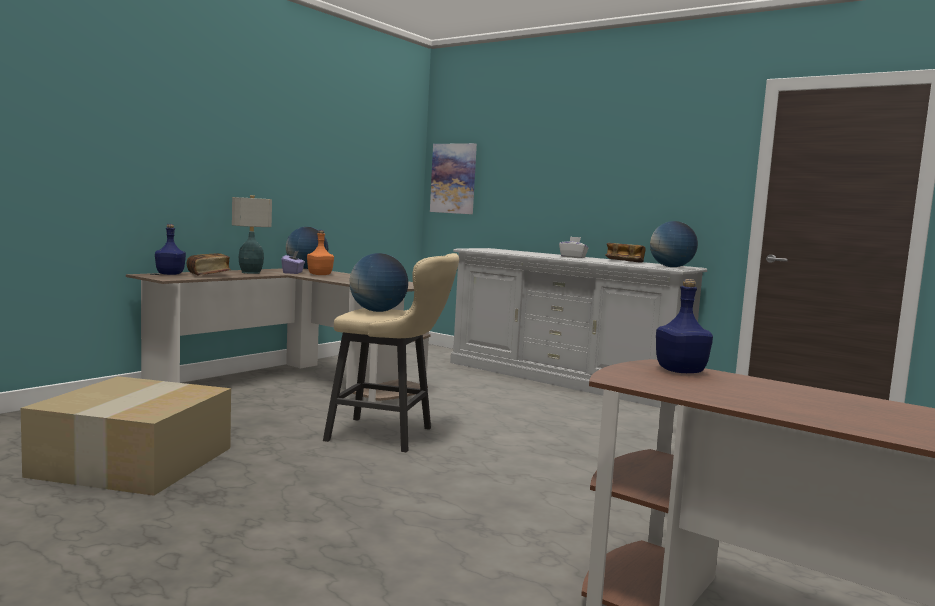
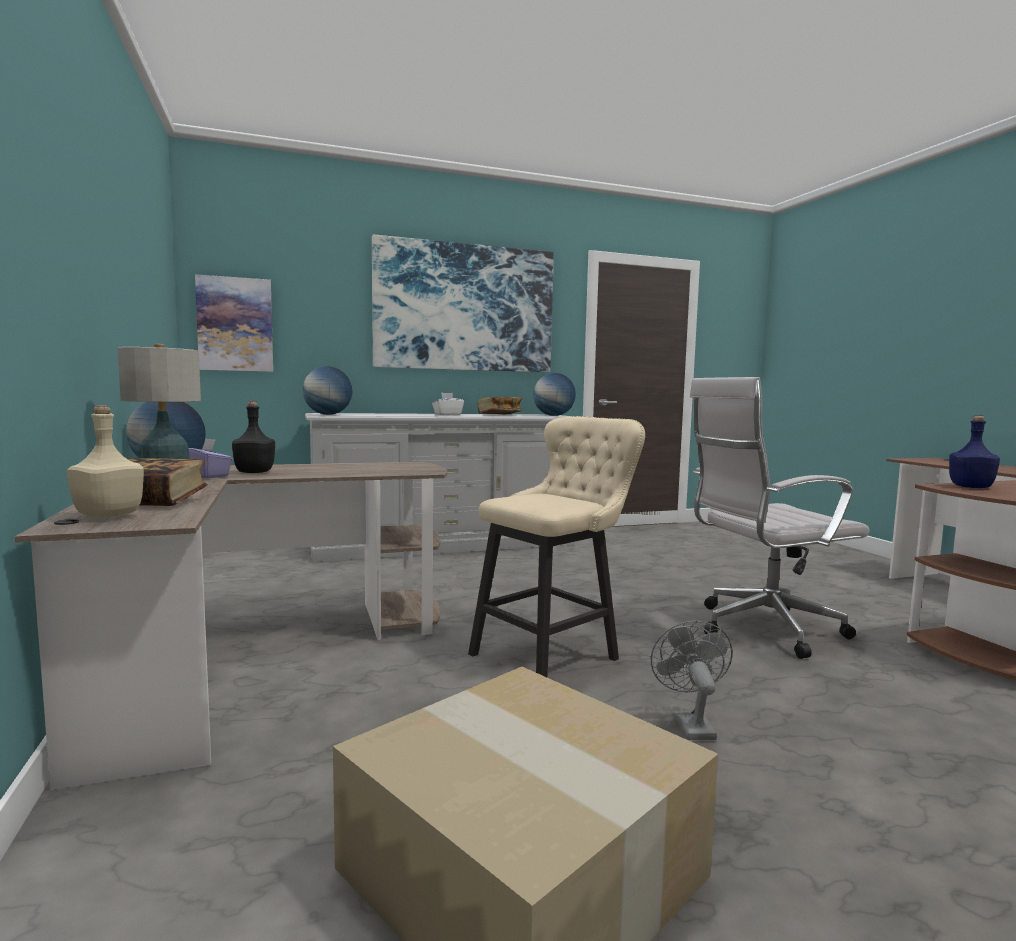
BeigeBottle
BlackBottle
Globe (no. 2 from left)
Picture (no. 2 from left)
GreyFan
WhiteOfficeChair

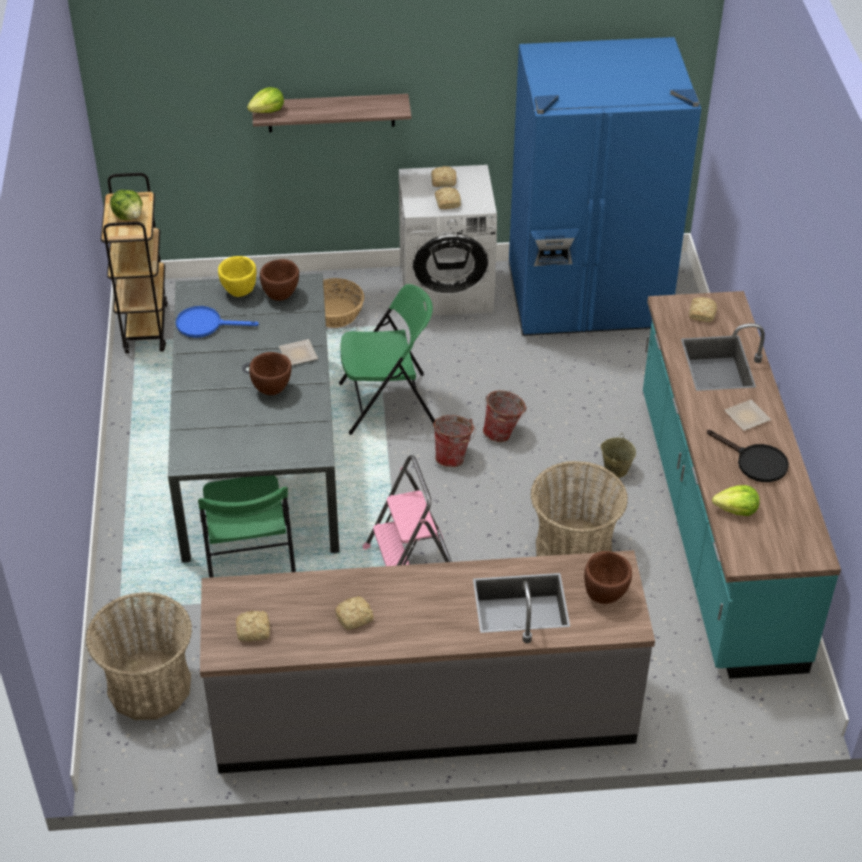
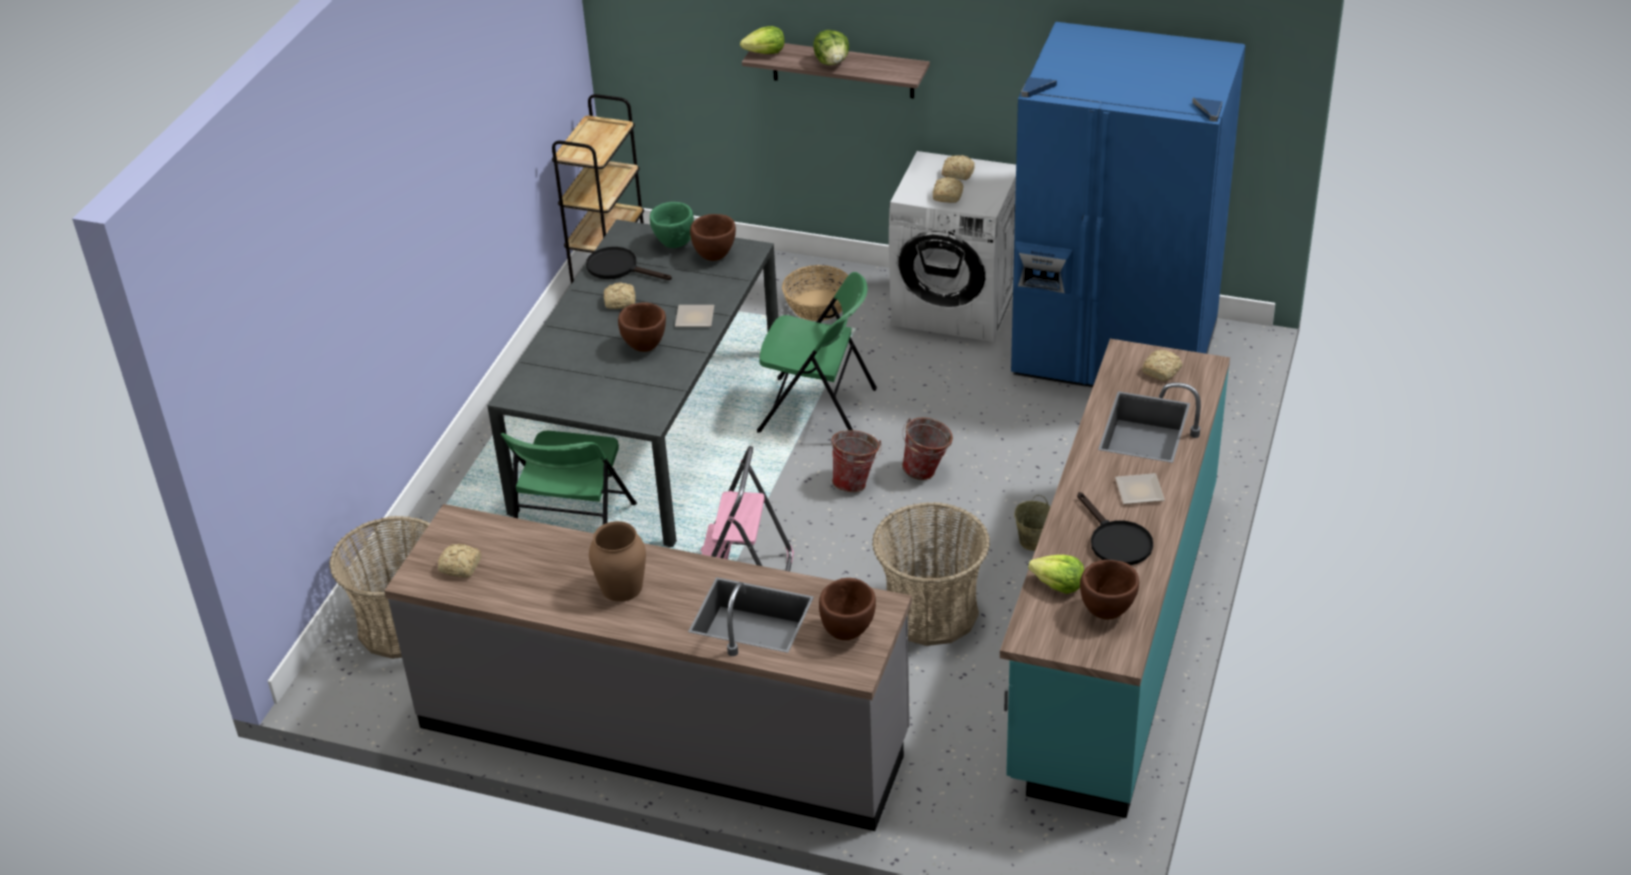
BlackFryingPan (no. 1 from left)
BrownVase
Bread (no. 2 from left)
GreenBowl
Lettuce (no. 2 from left)
BrownBowl (no. 4 from left)

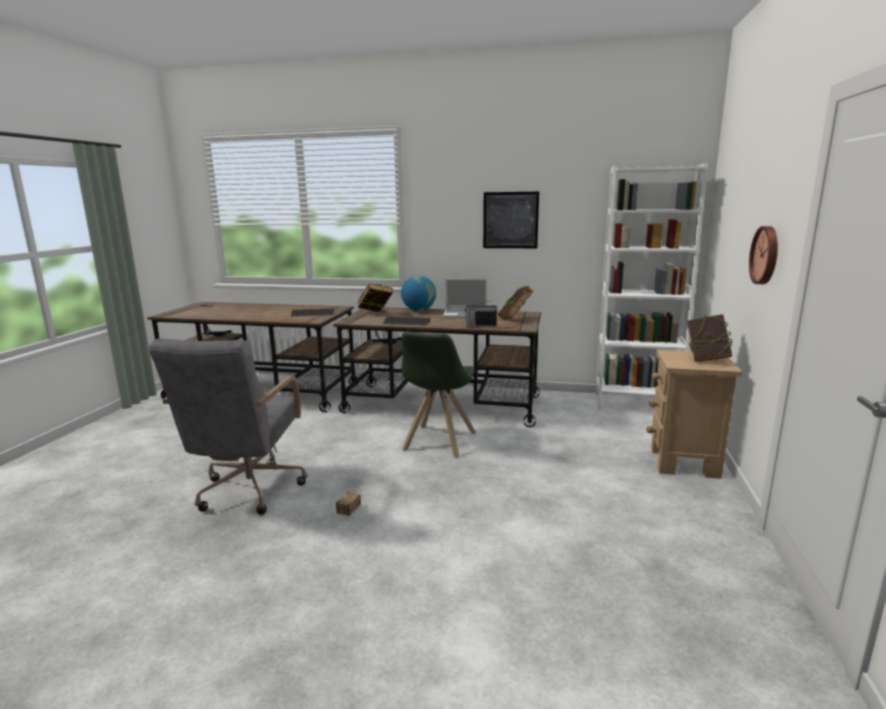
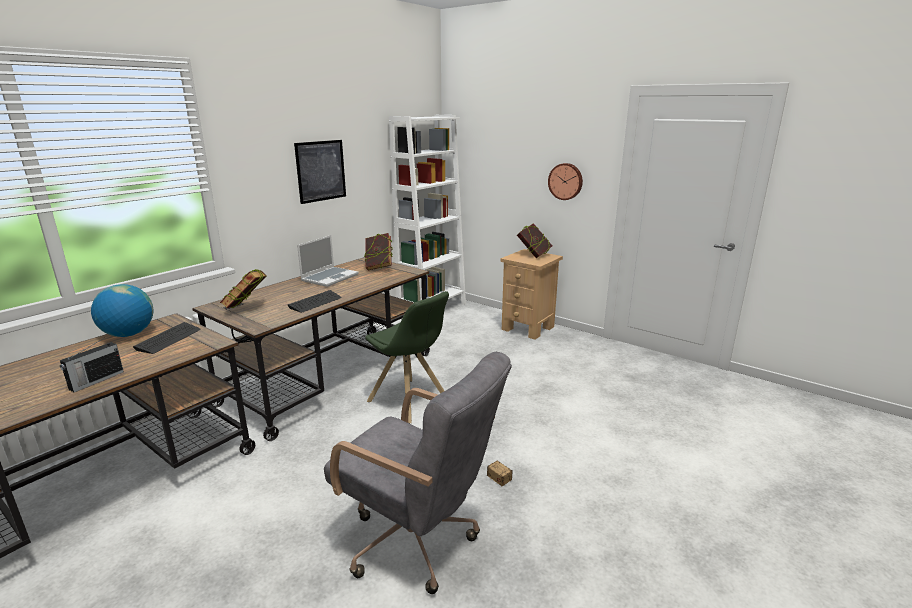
Radio
Globe

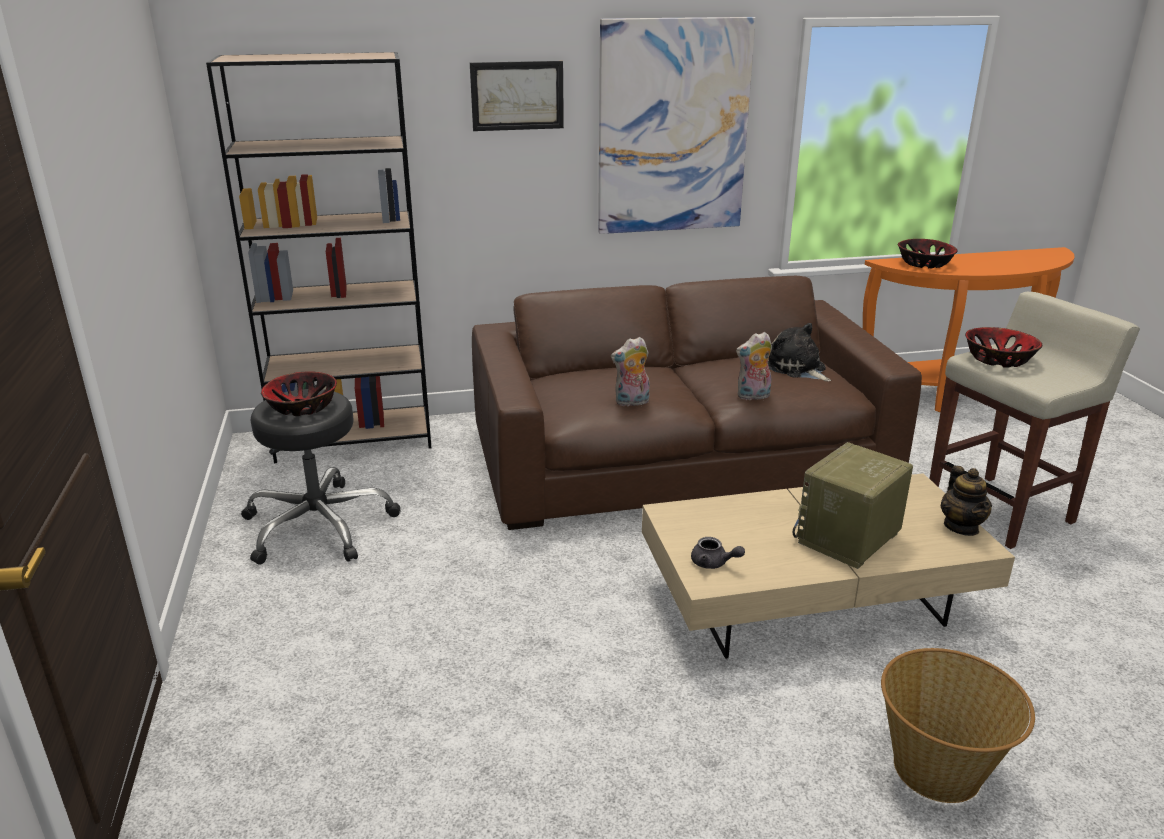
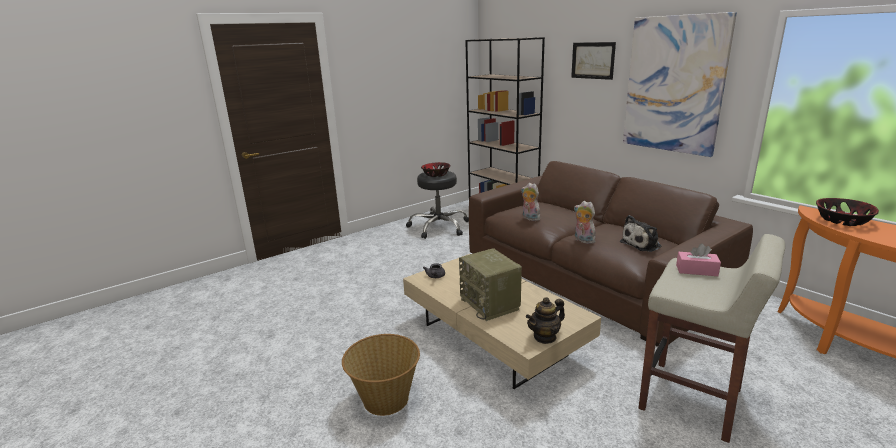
Radio
PlushToy (no. 3 from left)
PinkTissueBox

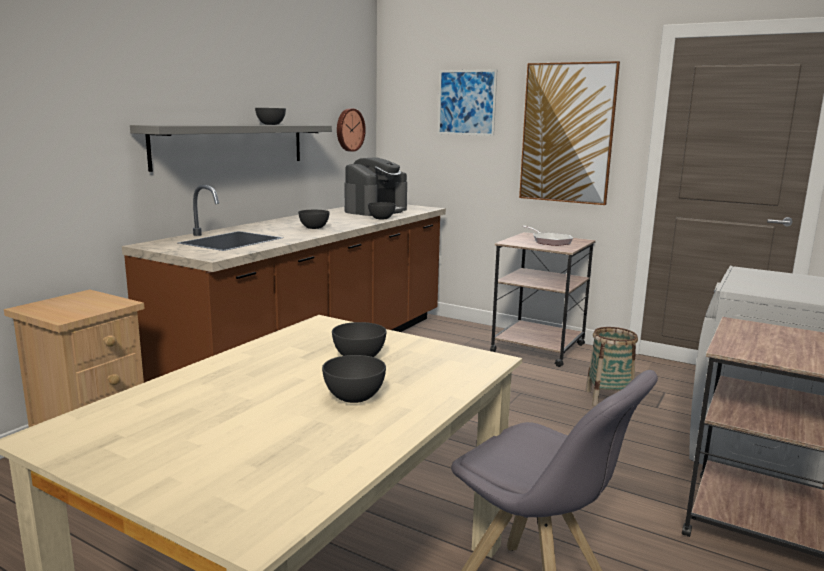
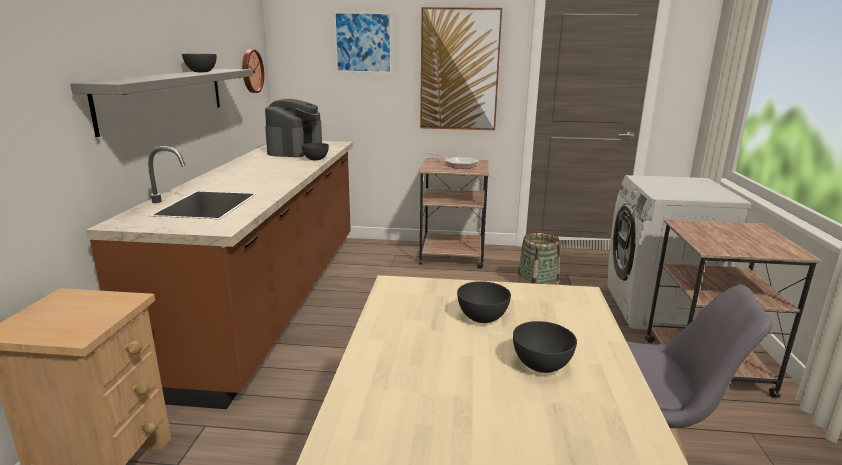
GreyBowl (no. 2 from left in the first image)

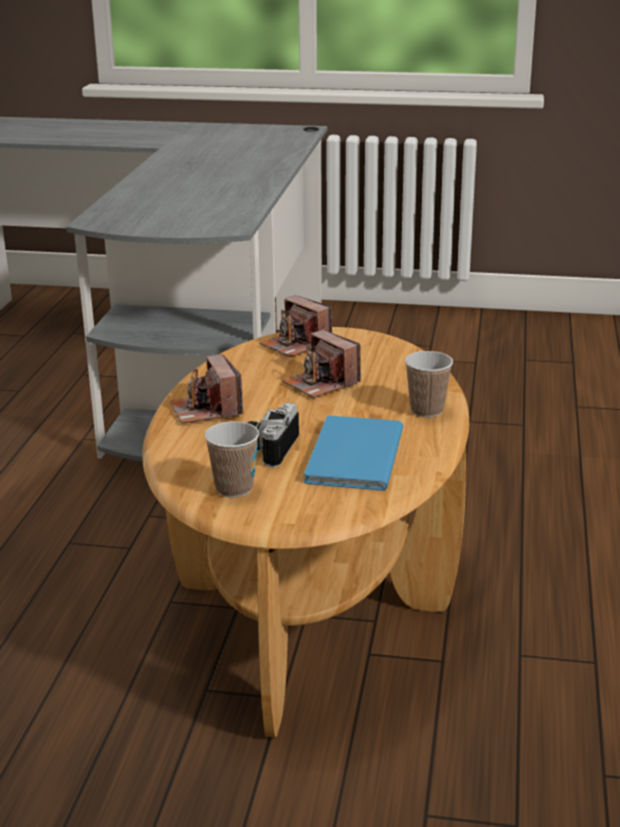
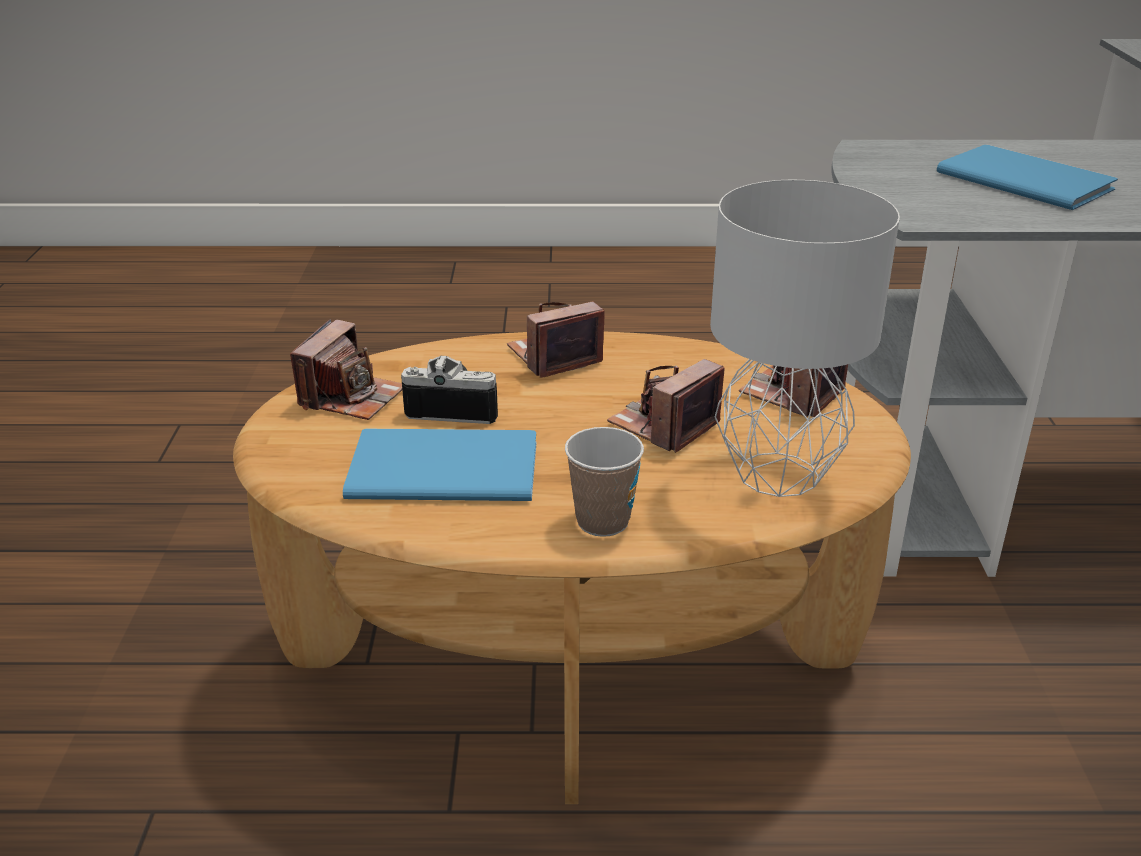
PhotoCamera (no. 1 from left)
GreyTableLamp
BlueBook (no. 2 from left)

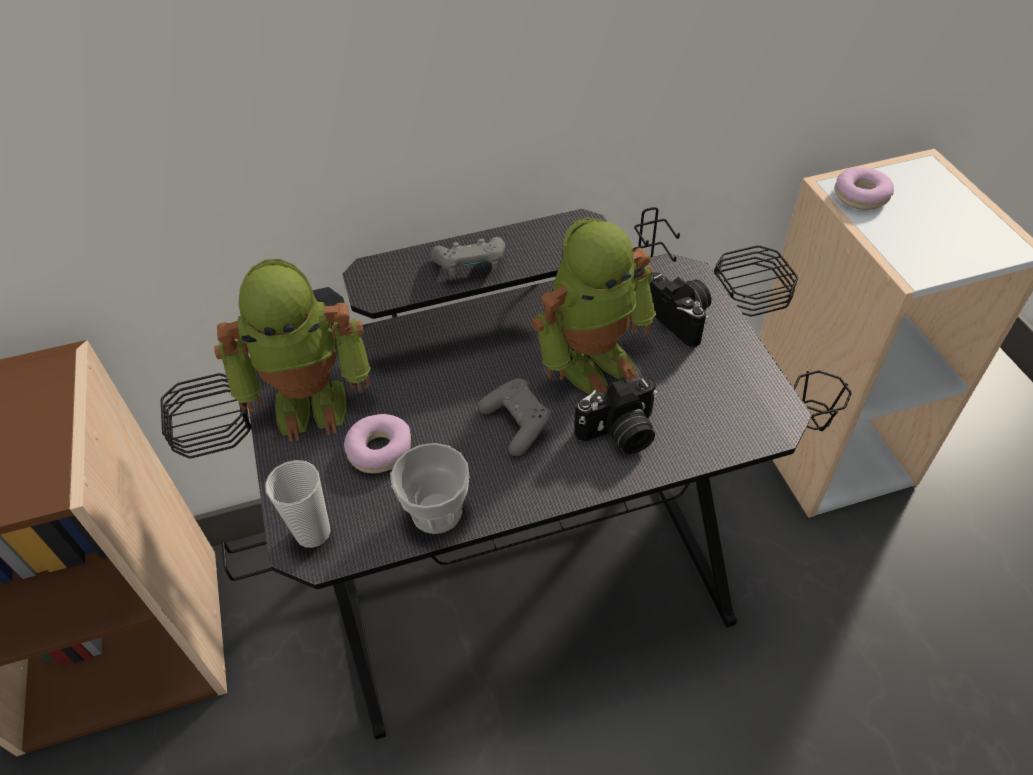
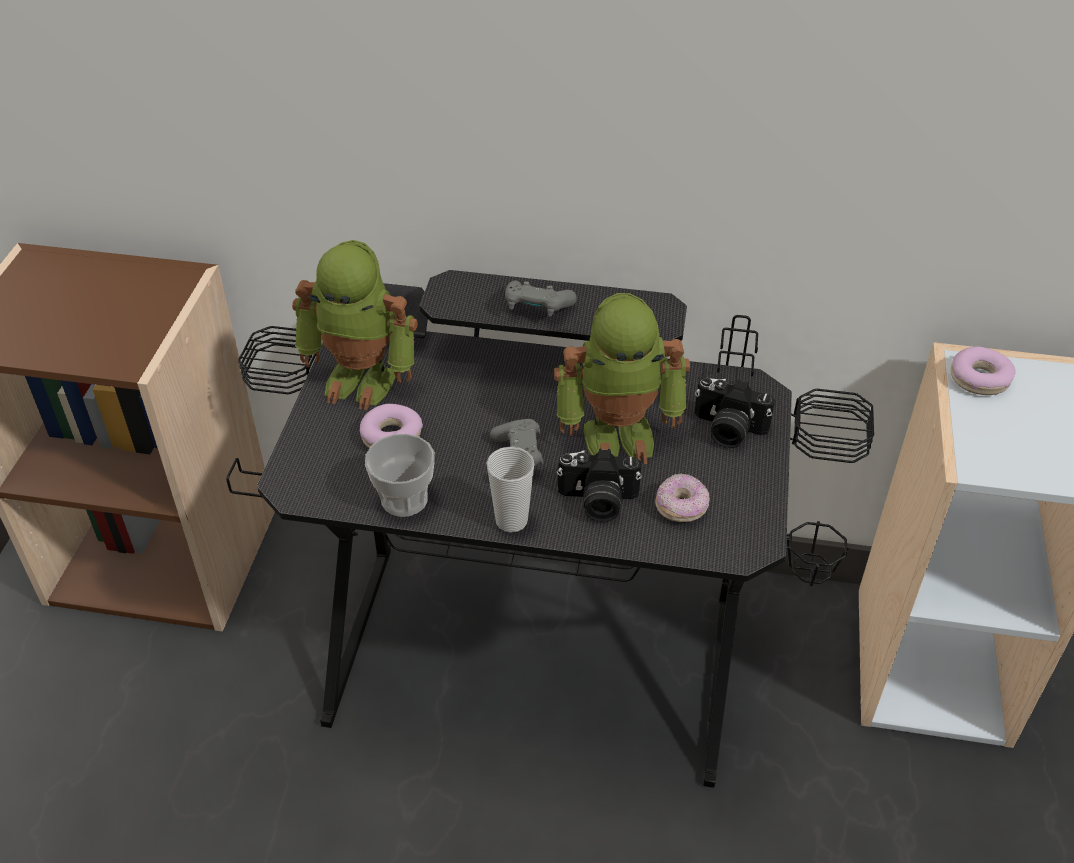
Cup (no. 2 from left)
Donut (no. 2 from left)
PhotoCamera (no. 2 from left)

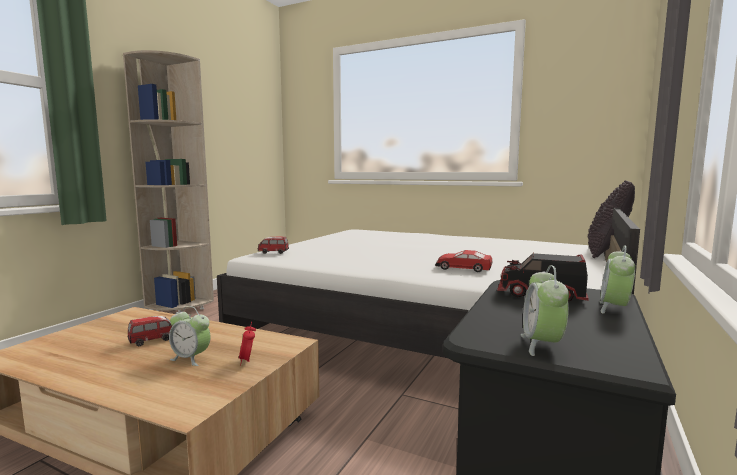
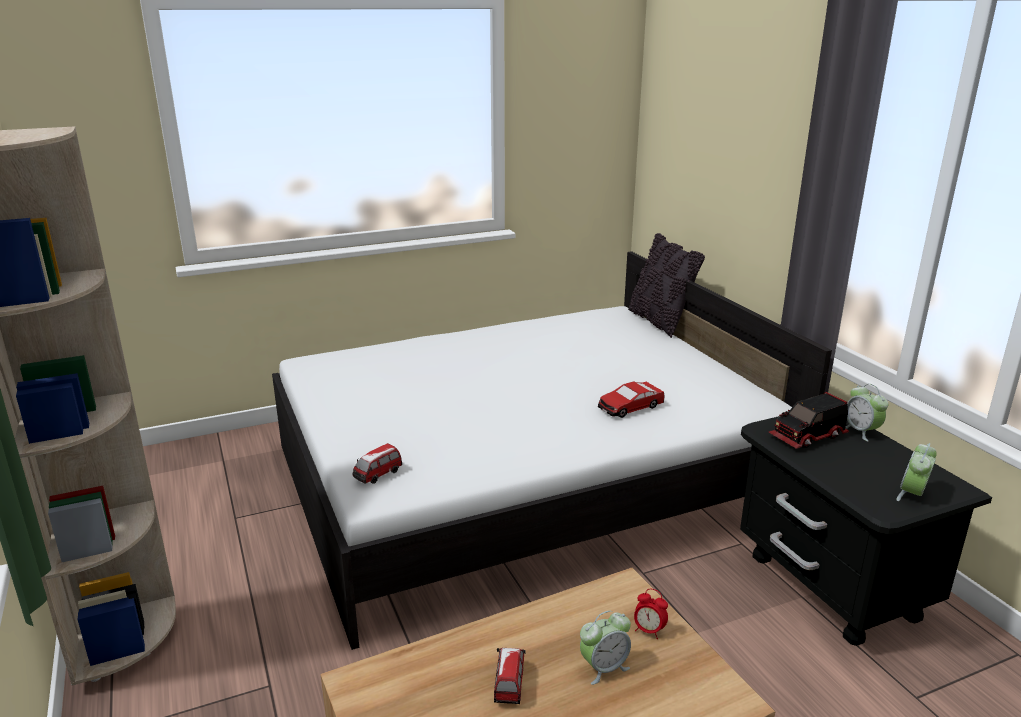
AlarmClock (no. 4 from left)

